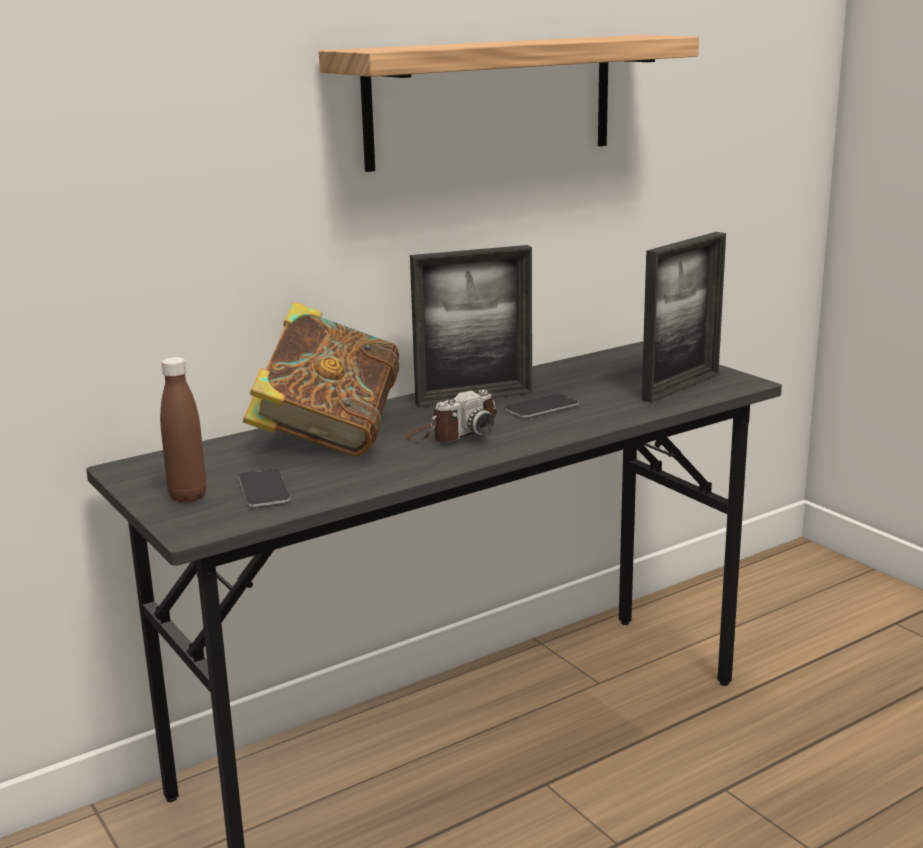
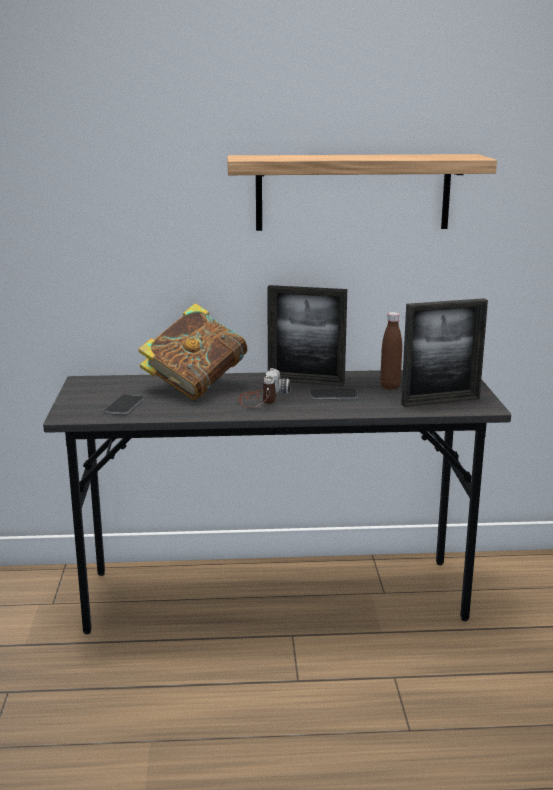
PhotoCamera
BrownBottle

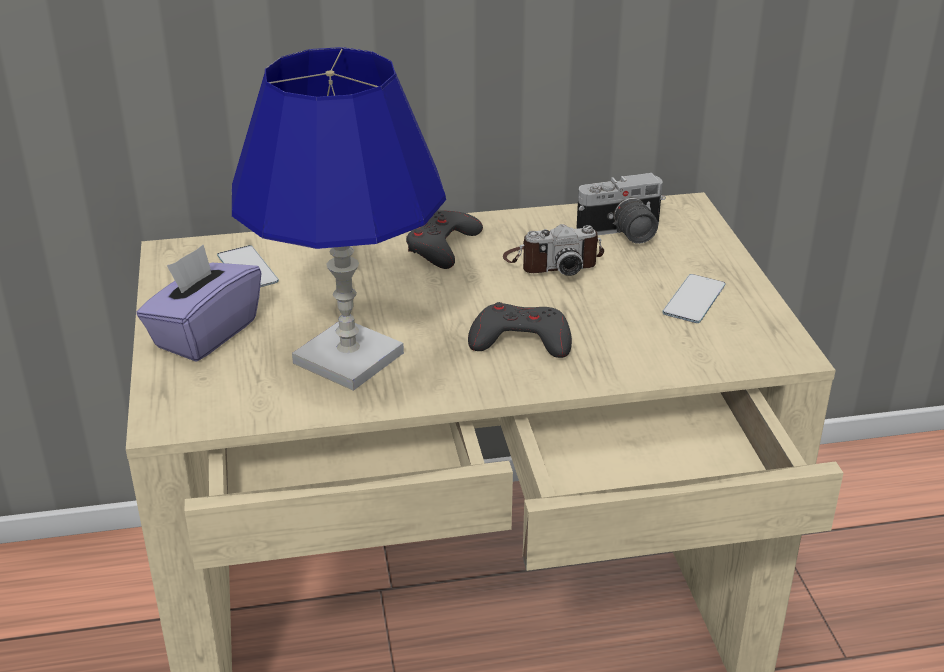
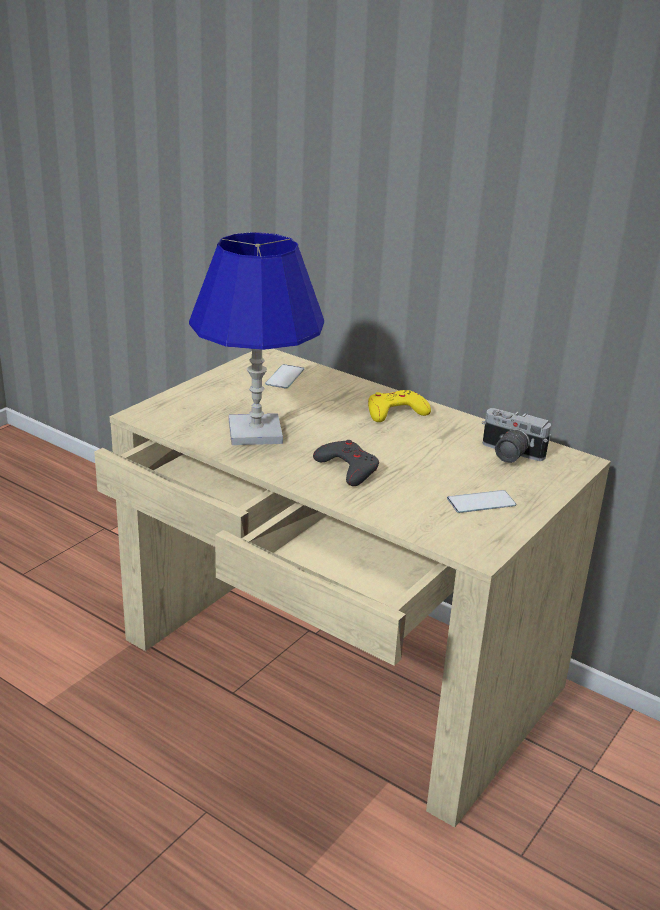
YellowGameController
PurpleTissueBox
PhotoCamera (no. 1 from left in the first image)

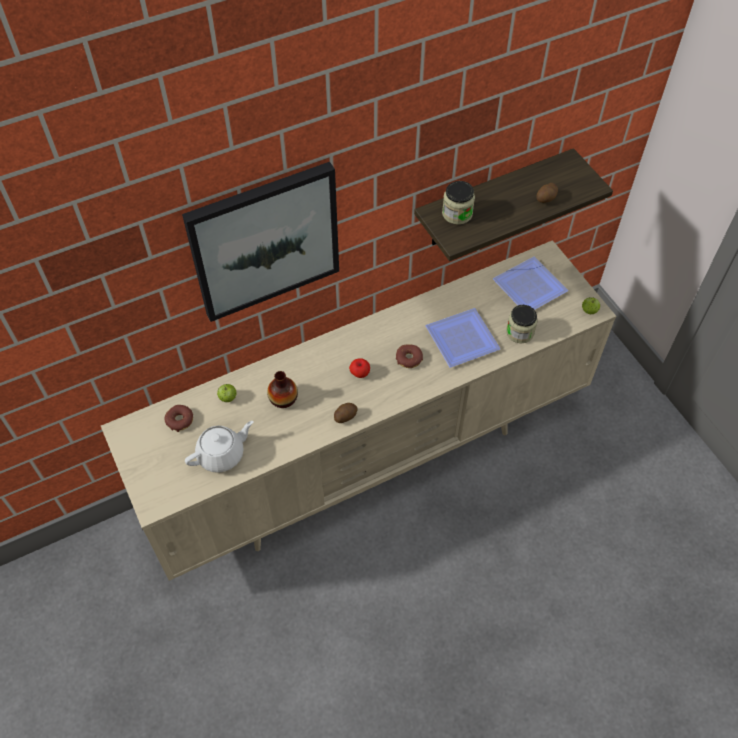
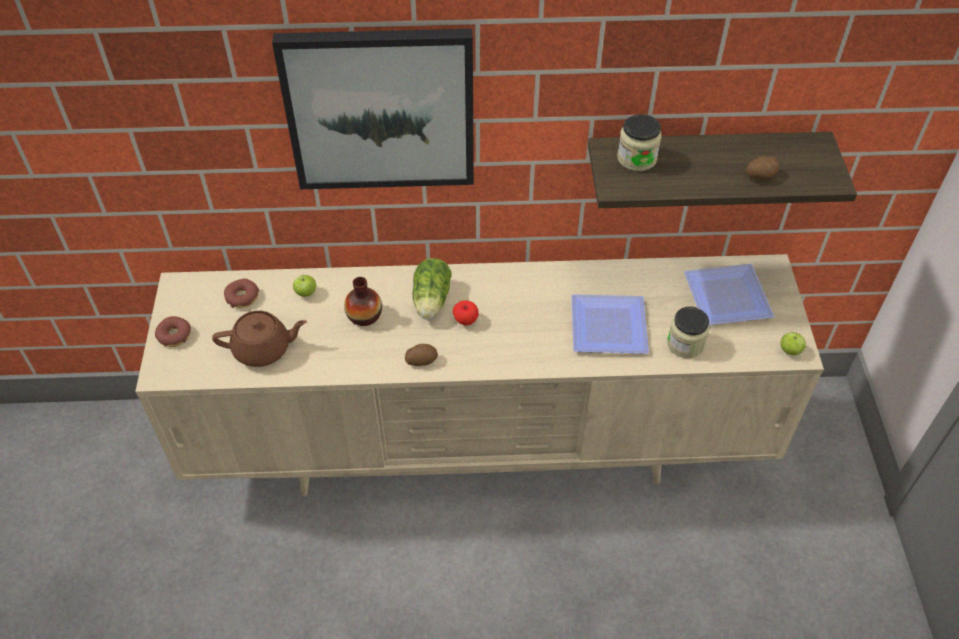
Donut (no. 1 from left)
BrownTeapot
Lettuce

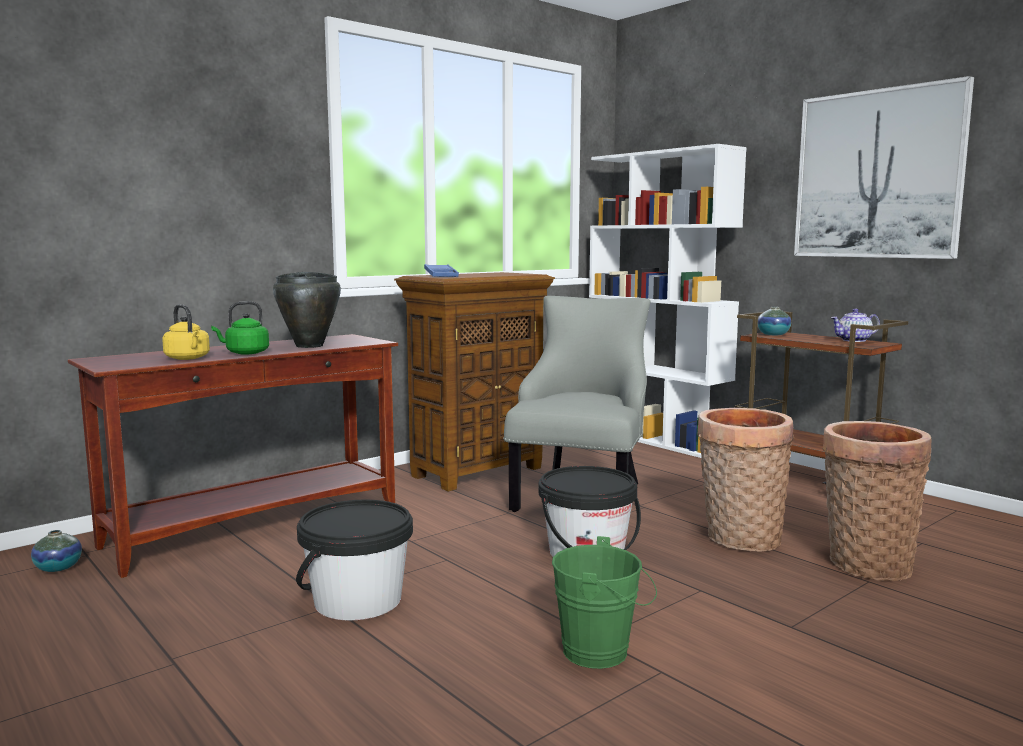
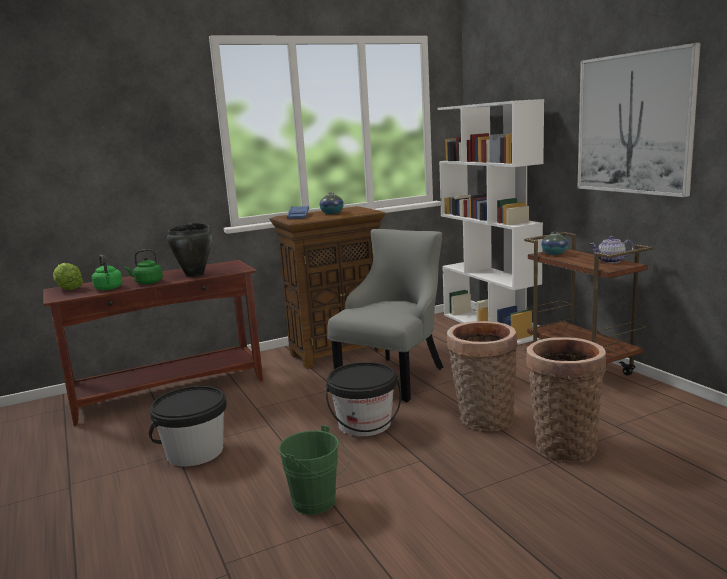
Lettuce
GreenKettle (no. 1 from left)
Vase (no. 1 from left)

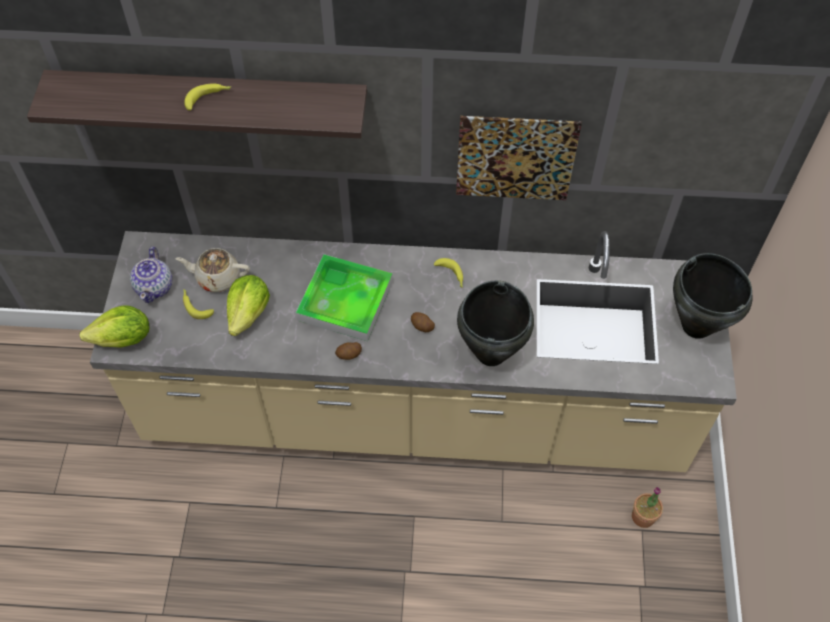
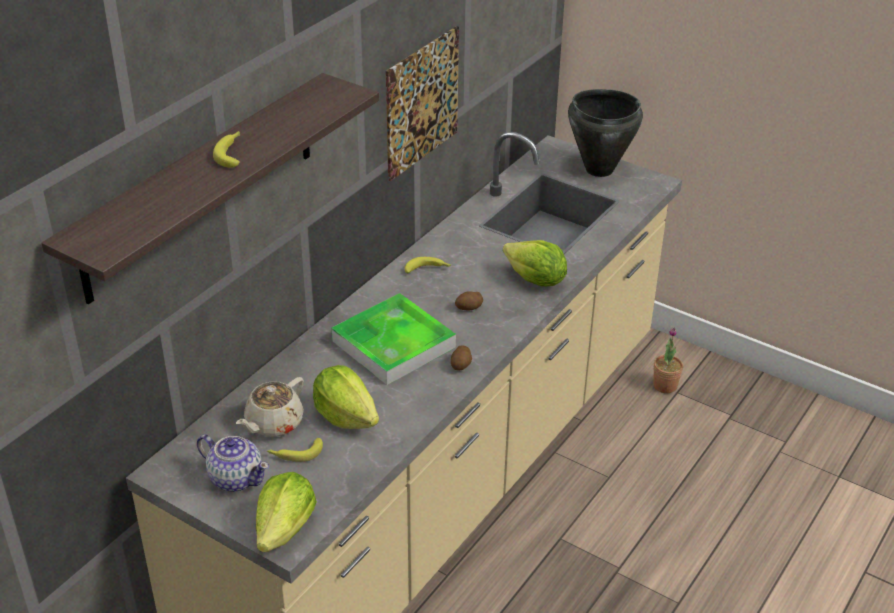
Lettuce (no. 3 from left)

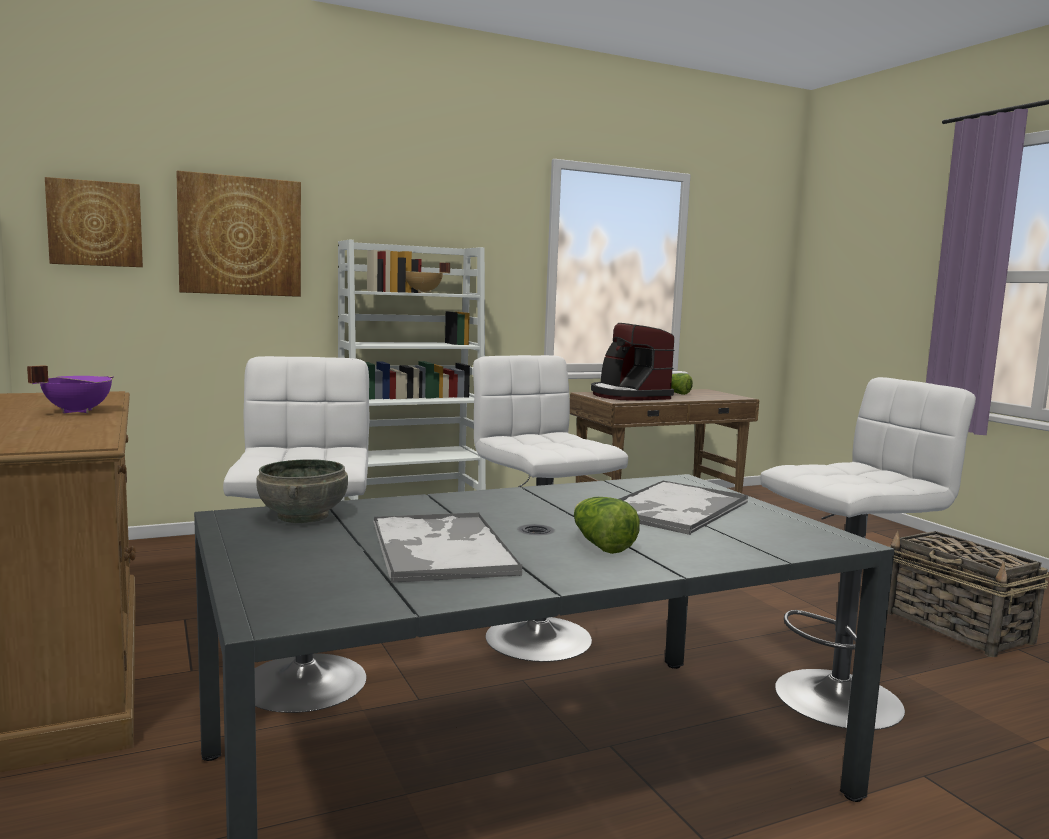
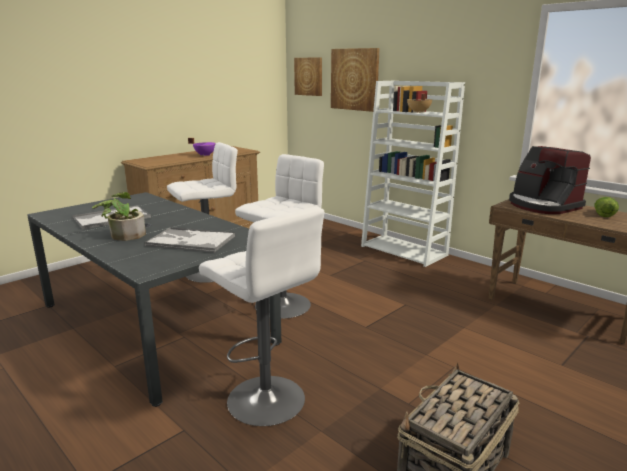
PottedPlant
CoffeeMachine
GreyBowl

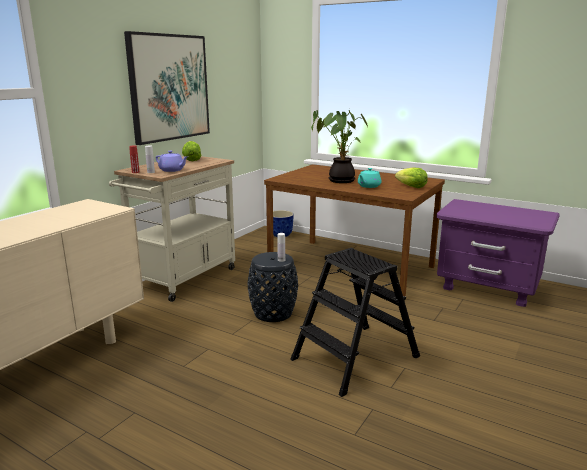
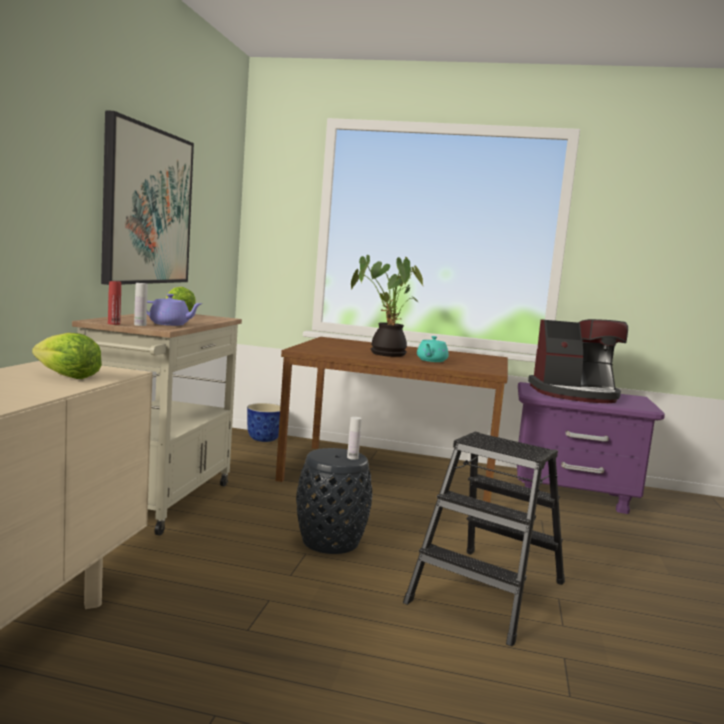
Lettuce (no. 1 from left)
CoffeeMachine

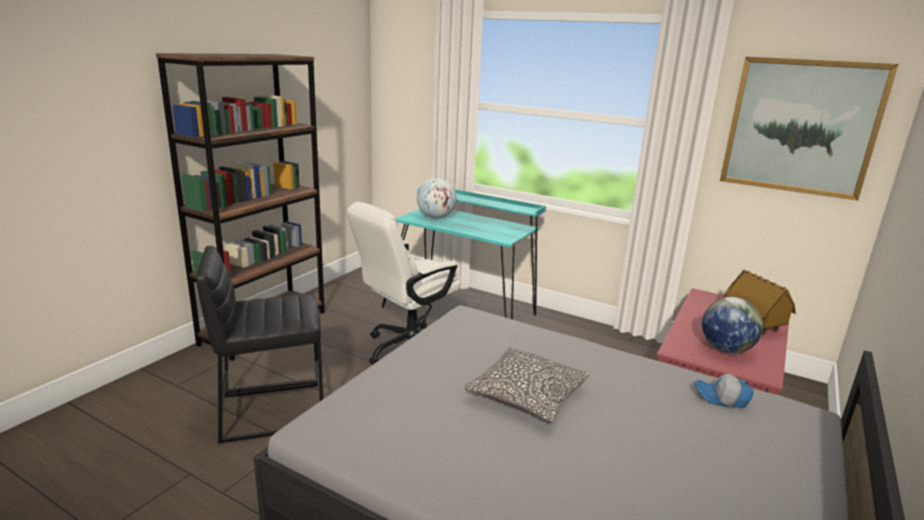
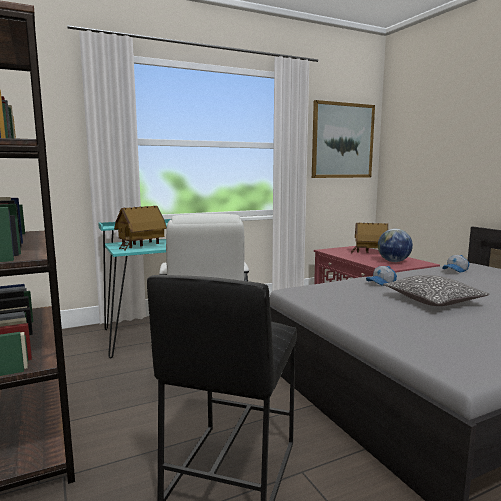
ToyHouse (no. 1 from left)
Cap (no. 1 from left)

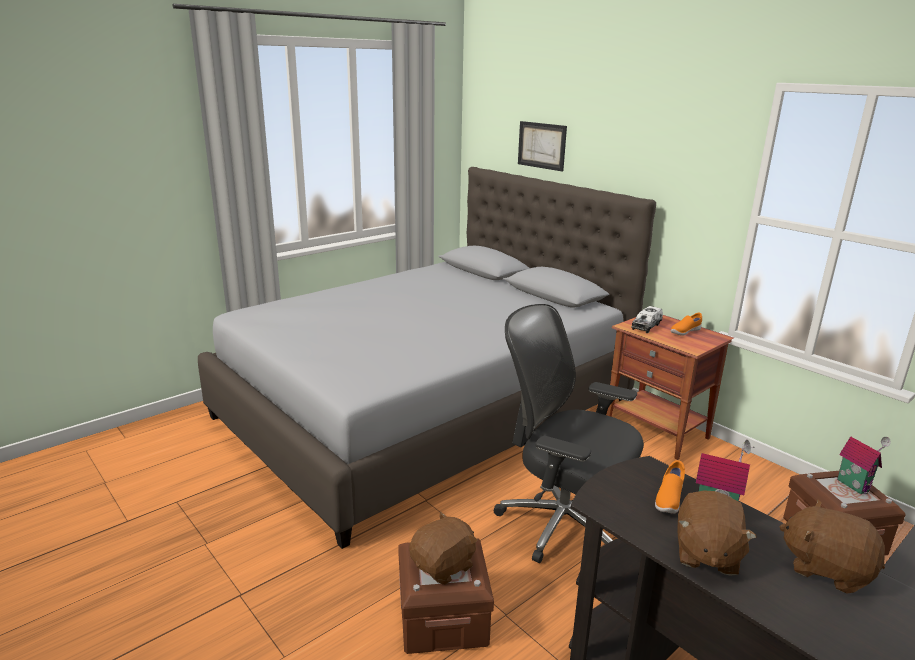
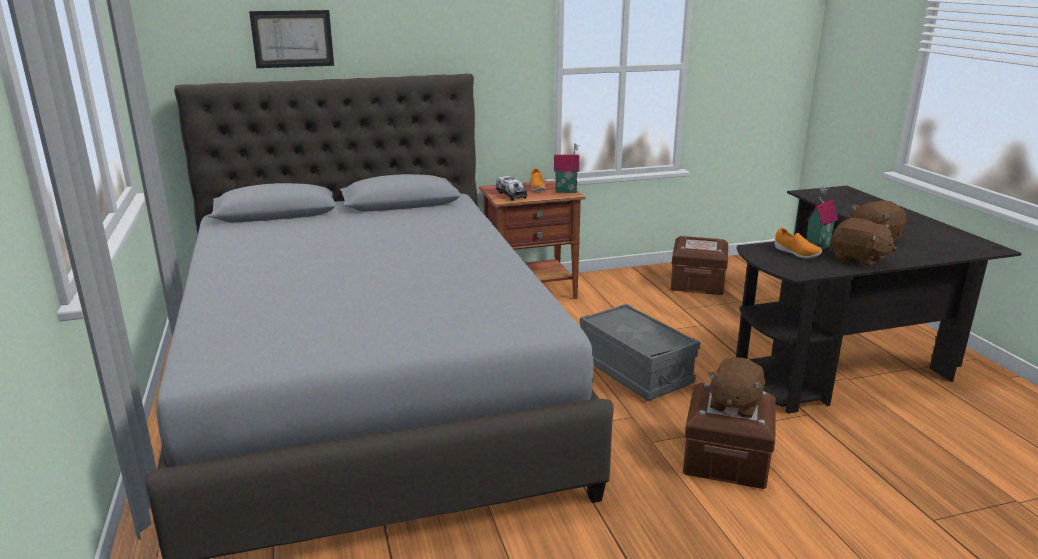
ToyHouse (no. 1 from left)
GreyStorageBox
BrownPlushToy (no. 1 from left)

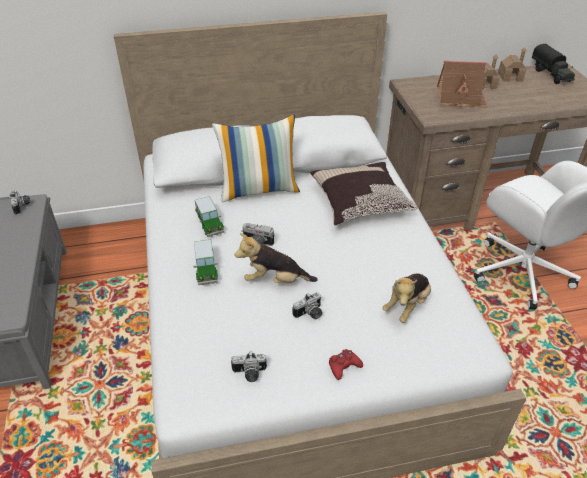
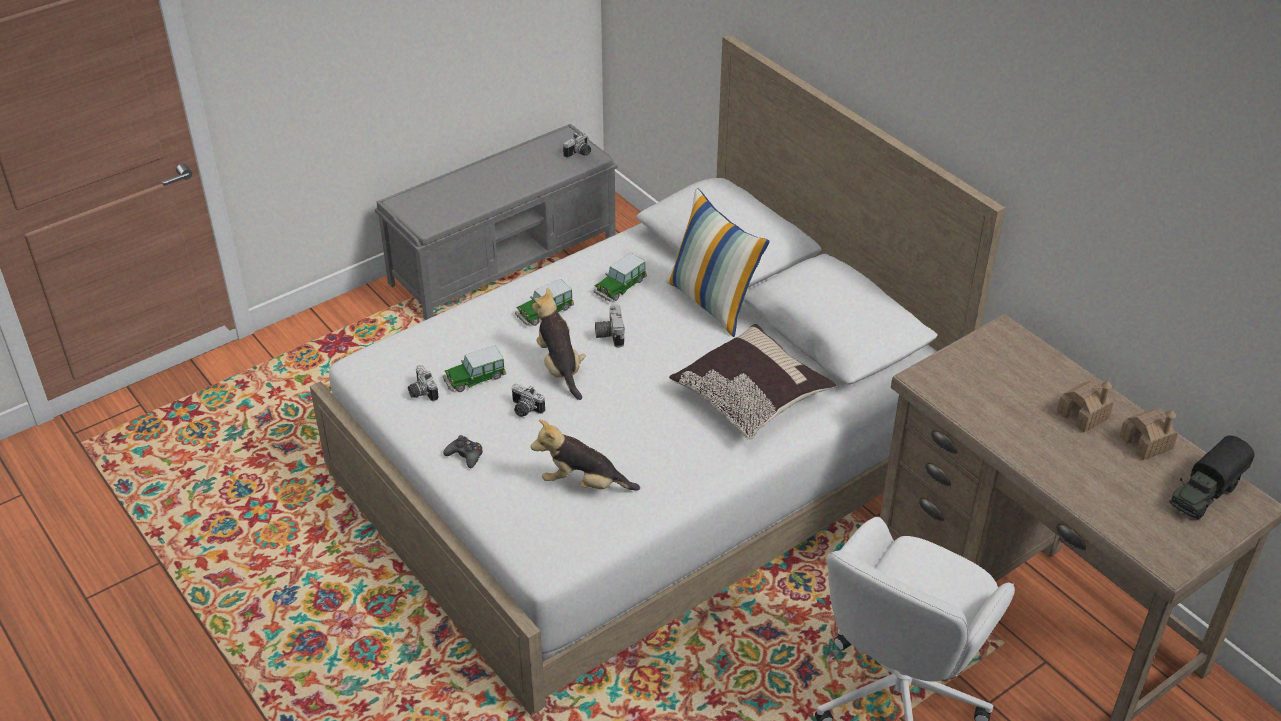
ToyCar (no. 1 from left)
BlackGameController
ToyHouse (no. 1 from left in the first image)

